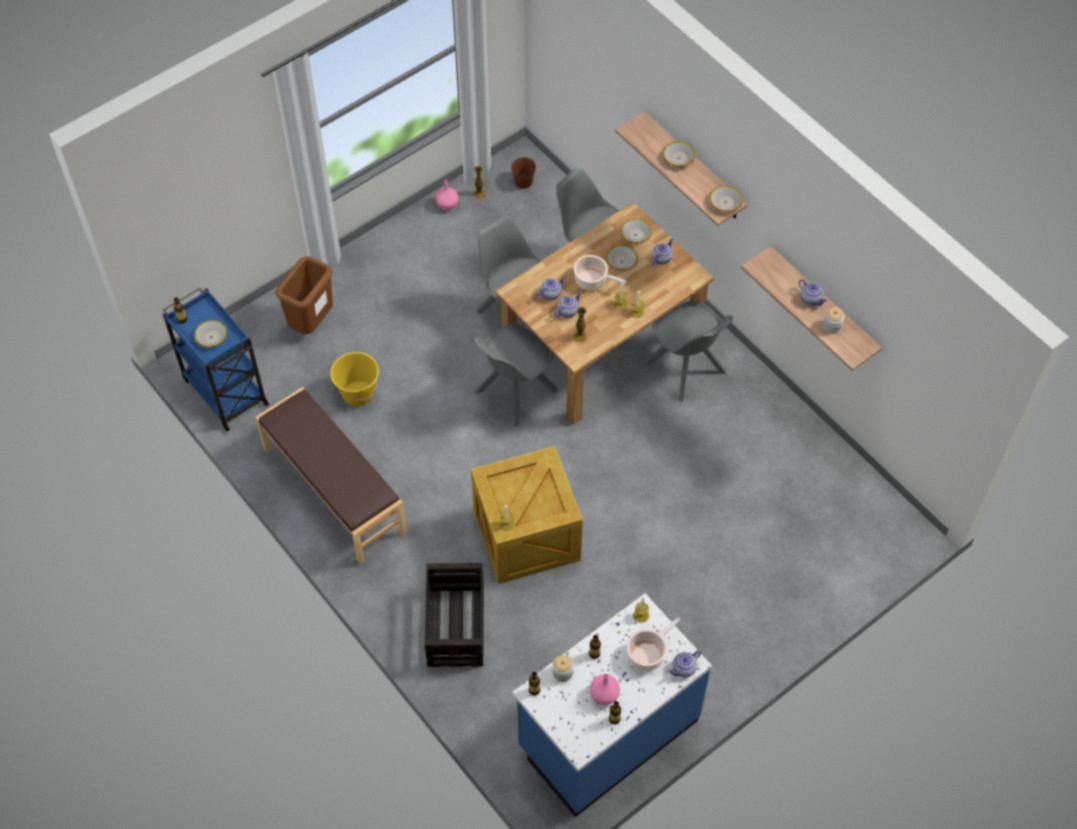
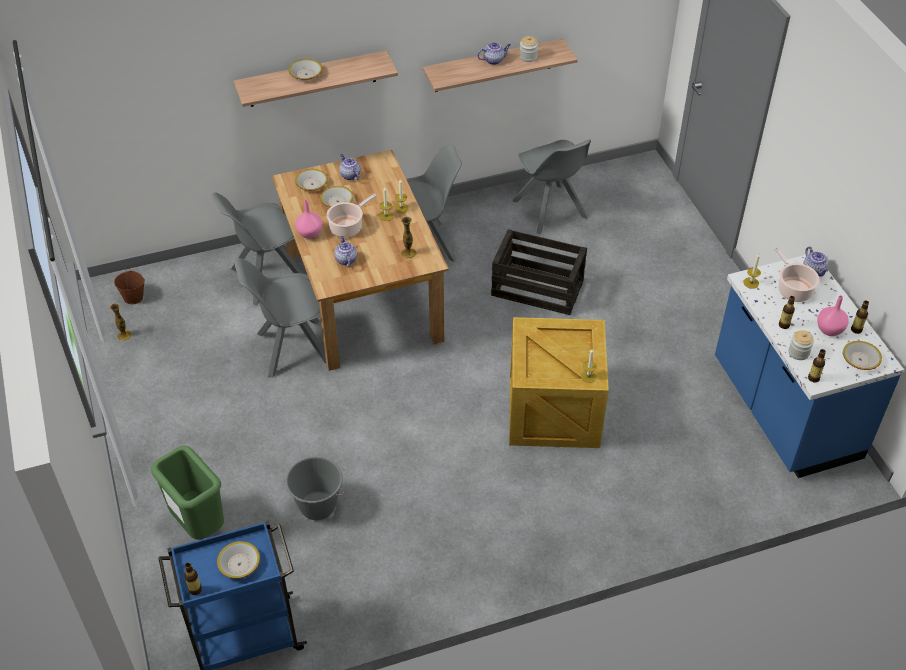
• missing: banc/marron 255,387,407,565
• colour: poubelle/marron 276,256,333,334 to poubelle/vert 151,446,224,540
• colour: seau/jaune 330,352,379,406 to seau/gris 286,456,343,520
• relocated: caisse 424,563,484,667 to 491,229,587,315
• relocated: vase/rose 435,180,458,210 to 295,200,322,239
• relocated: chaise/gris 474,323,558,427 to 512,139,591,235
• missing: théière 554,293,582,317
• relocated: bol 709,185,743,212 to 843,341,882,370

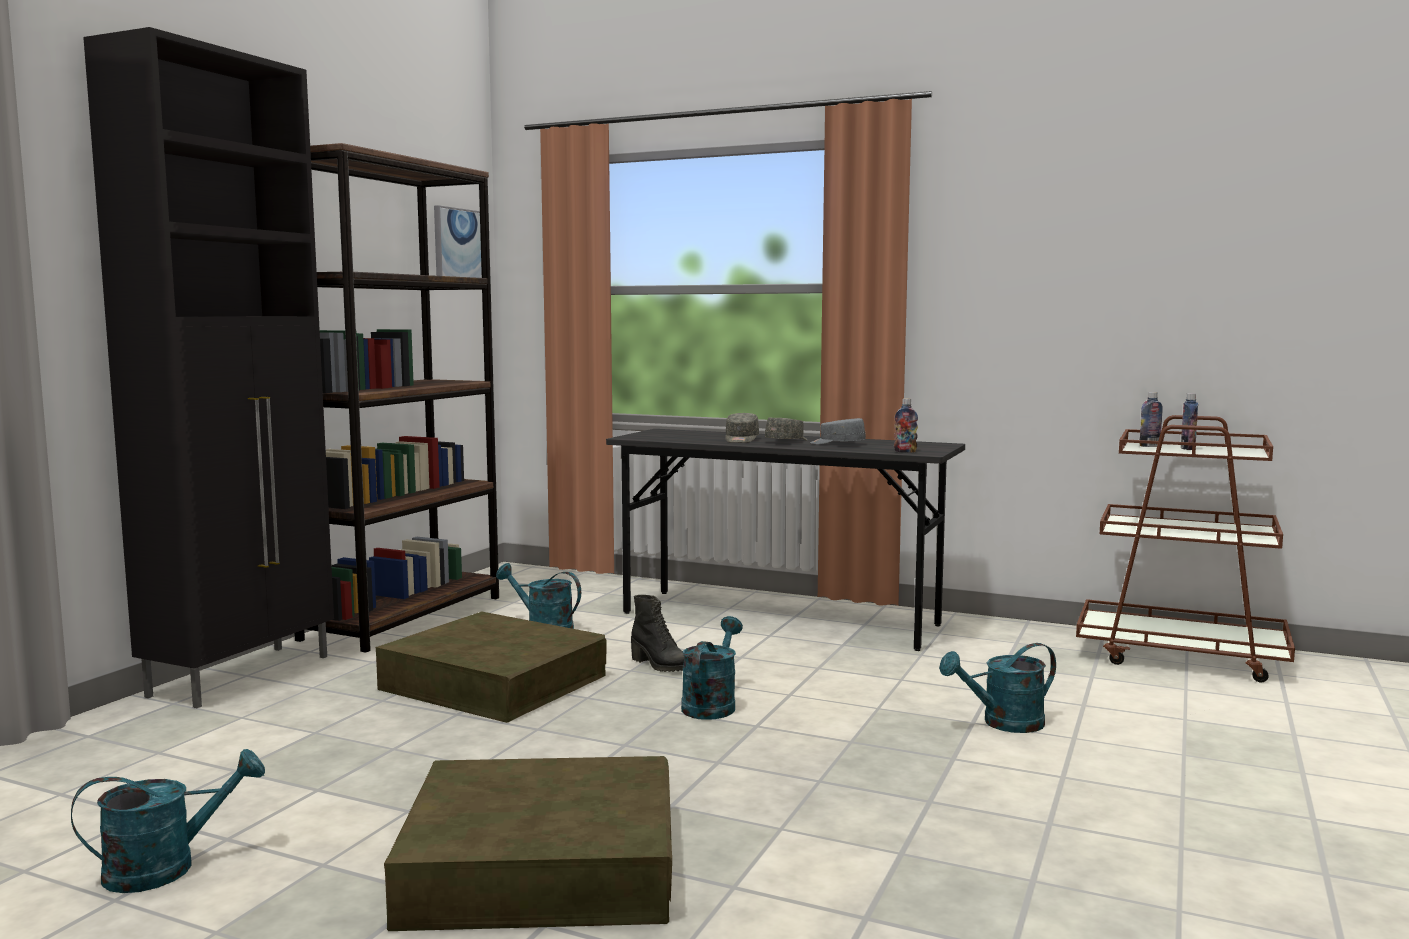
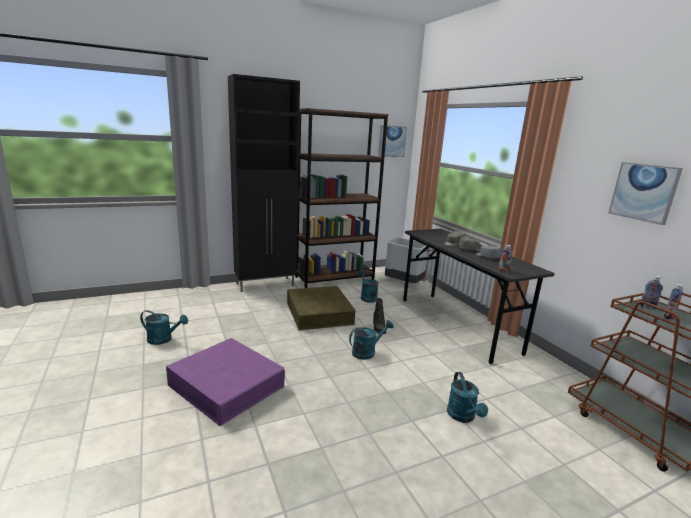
• colour: boîte de rangement/marron 384,756,672,931 to boîte de rangement/violet 166,338,285,426
• spun: arrosoir/turquoise 939,643,1056,733 = 447,372,488,423 120 degrees counterclockwise
• appeared: poubelle/gris 385,237,429,283
• appeared: tableau 608,162,683,225

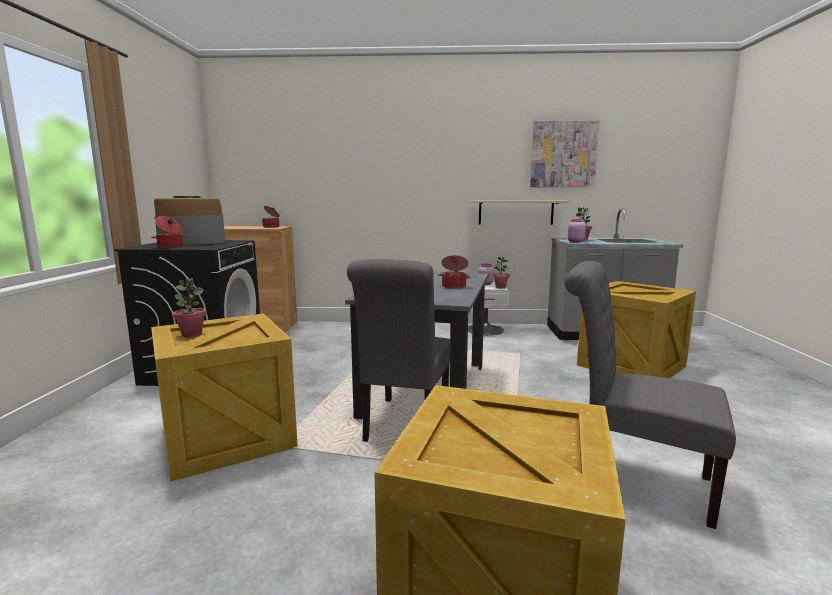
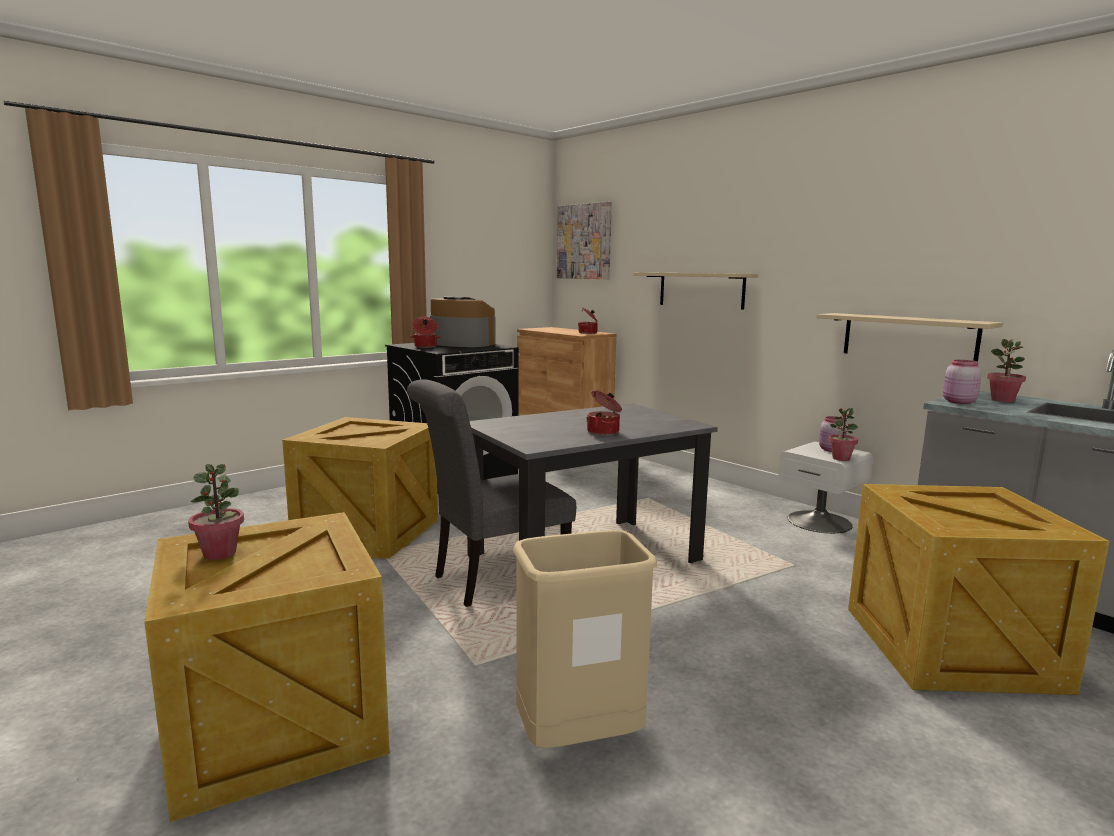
• relocated: plante en pot 173,278,206,337 to 188,464,244,560
• relocated: tableau 530,120,600,187 to 557,202,612,279
• exchanged: chaise/gris 564,261,736,529 to poubelle/beige 513,530,657,748
• appeared: étagère/beige 634,272,758,310

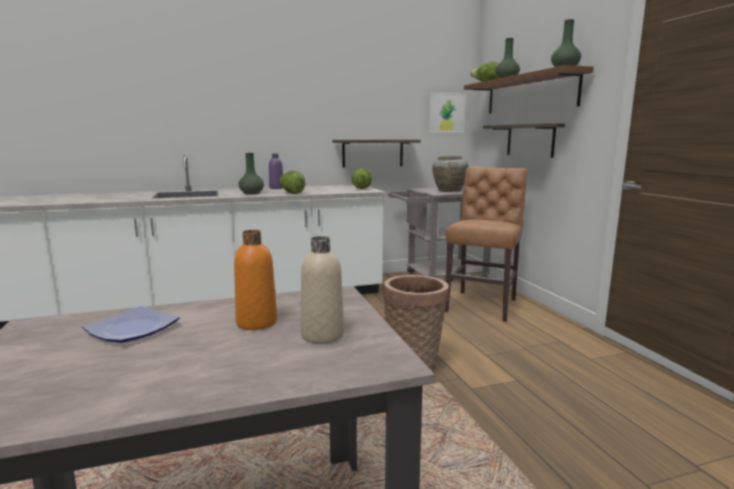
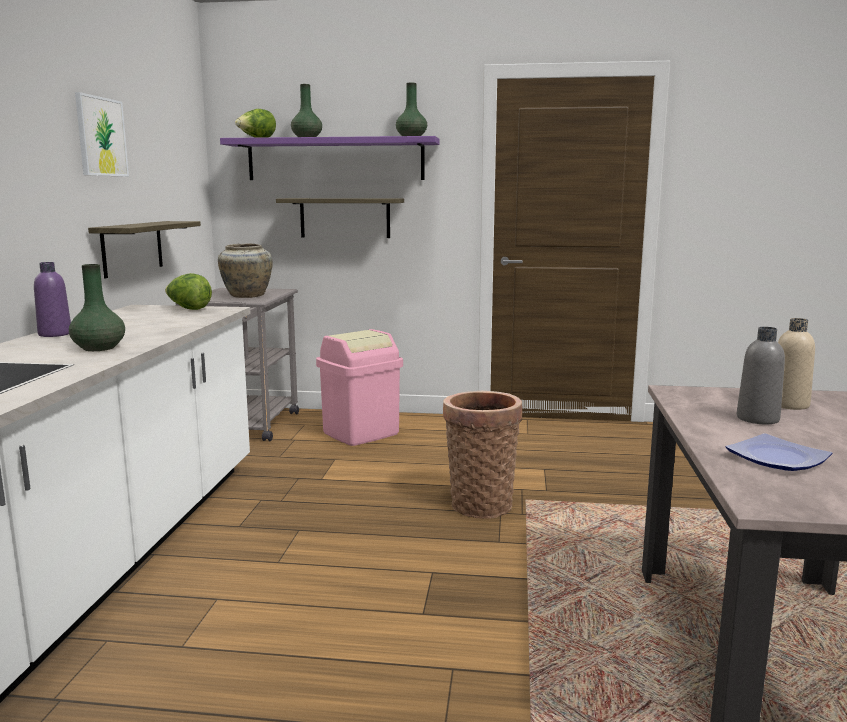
• colour: bouteille/orange 234,230,277,330 to bouteille/gris 737,327,785,424
• missing: laitue 280,171,305,194
• relocated: tableau 429,92,466,132 to 75,92,129,177
• exchanged: chaise/marron 445,167,528,322 to poubelle/rose 316,329,403,446
• colour: étagère/marron 464,65,594,114 to étagère/violet 220,136,439,180

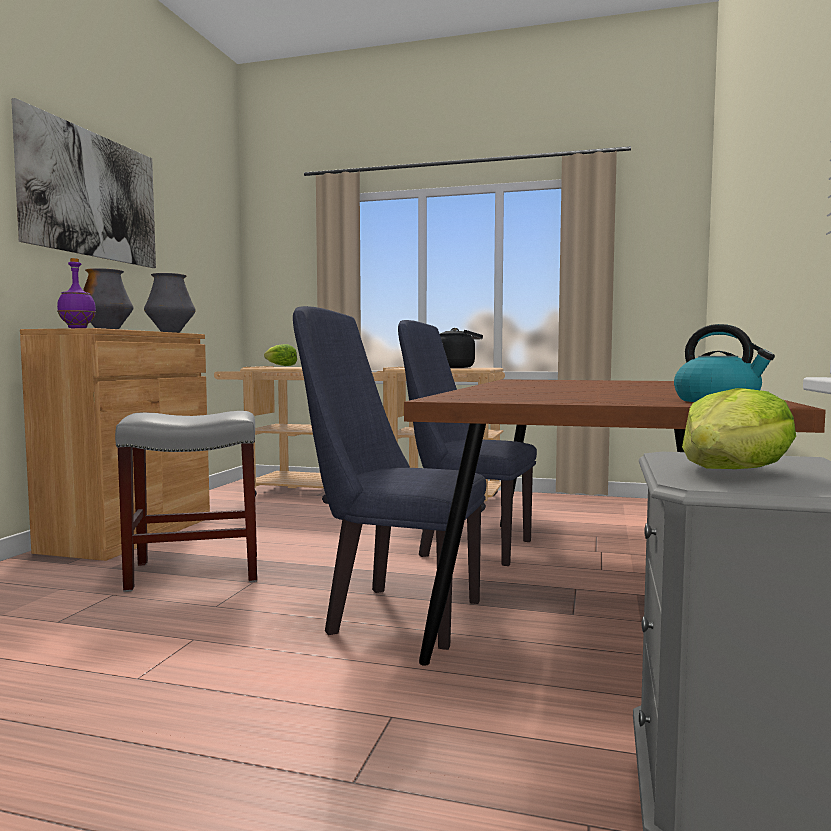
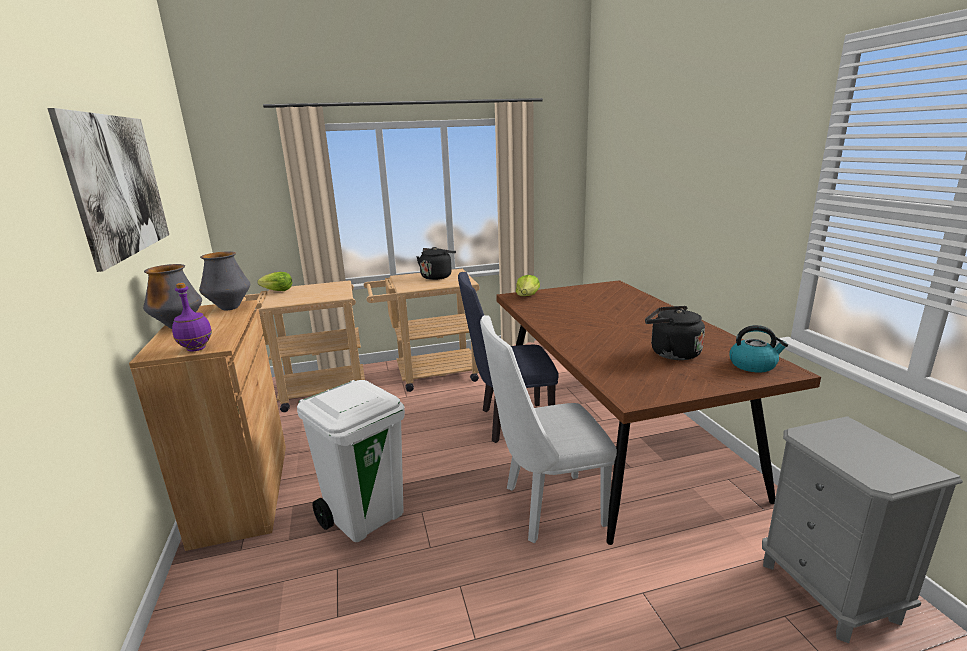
• exchanged: tabouret/gris 115,411,257,592 to poubelle/blanc 297,380,405,542
• colour: chaise/bleu 293,306,486,650 to chaise/blanc 480,315,617,543
• relocated: laitue 682,388,796,469 to 516,275,540,296
• appeared: bouilloire/noir 645,306,705,360

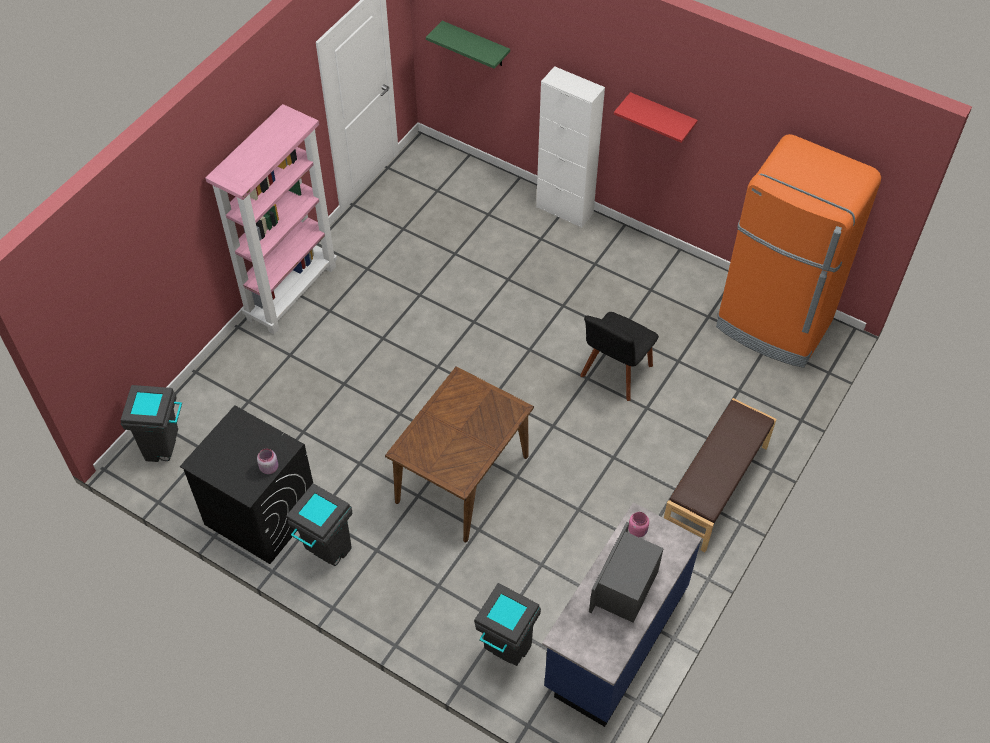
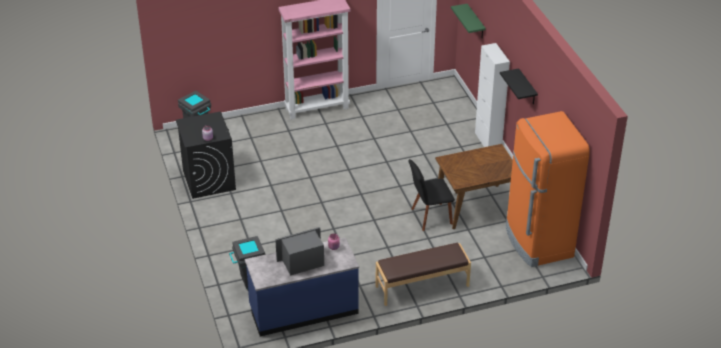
• missing: poubelle/gris 286,483,353,566
• relocated: table à manger/marron 385,366,534,542 to 435,144,513,229
• colour: étagère/rouge 614,92,698,143 to étagère/noir 500,68,538,104

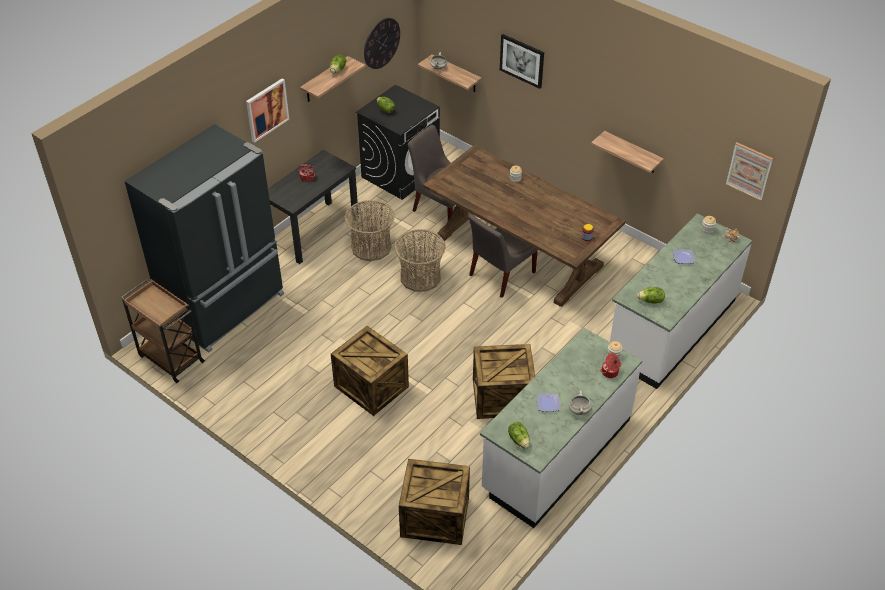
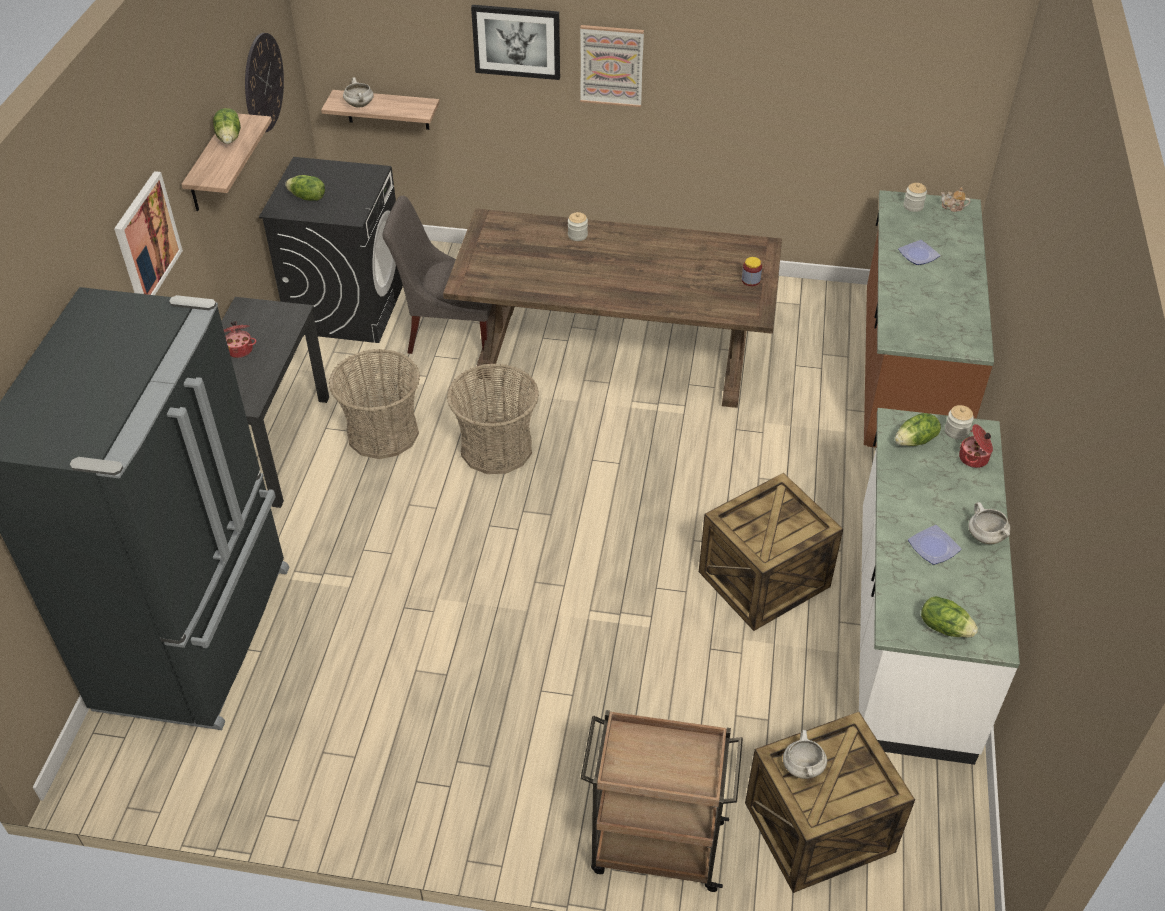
• relocated: chariot/marron 121,279,205,383 to 581,710,743,892
• missing: caisse 331,326,409,416
• missing: chaise/gris 468,214,538,298
• missing: étagère 591,131,664,173
• colour: comptoir de cuisine/blanc 610,214,753,389 to comptoir de cuisine/marron 864,190,994,448
• relocated: laitue 637,287,665,304 to 895,413,941,446
• relocated: tableau 725,142,773,201 to 580,25,644,107
• appeared: marmite/blanc 783,730,827,779

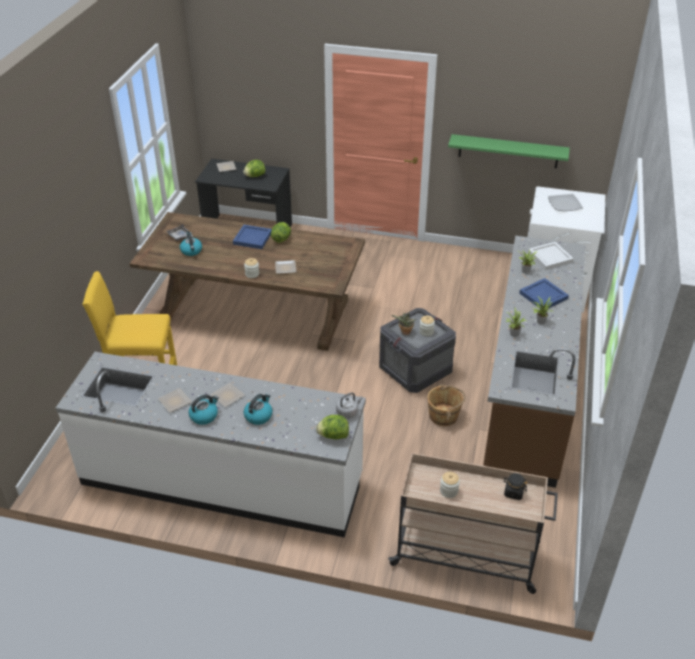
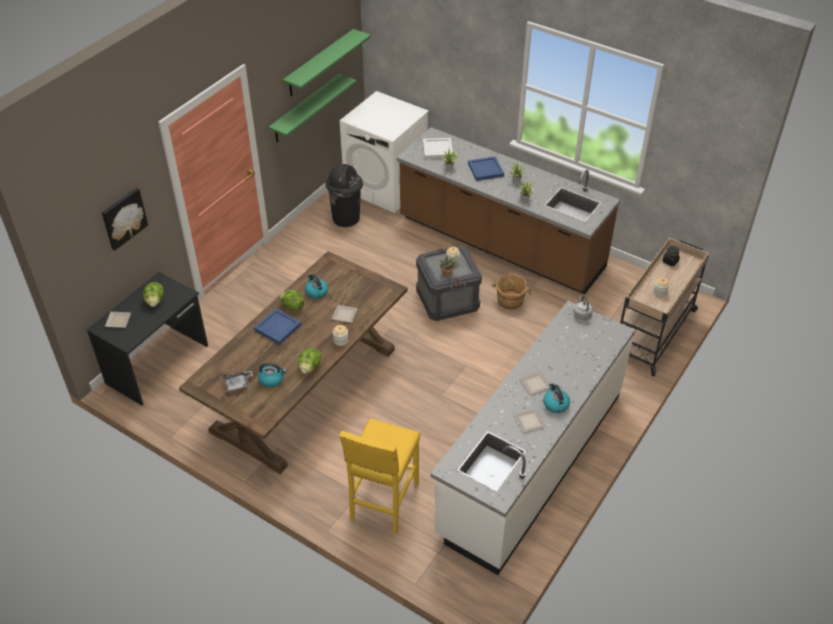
• relocated: bouilloire 244,394,272,425 to 305,274,328,299
• relocated: laitue 316,415,349,439 to 298,347,322,374
• missing: assiette 548,194,583,211
• appeared: tableau 102,188,148,250
• appeared: étagère/vert 283,29,371,96
• appeared: poubelle/noir 325,164,363,227

